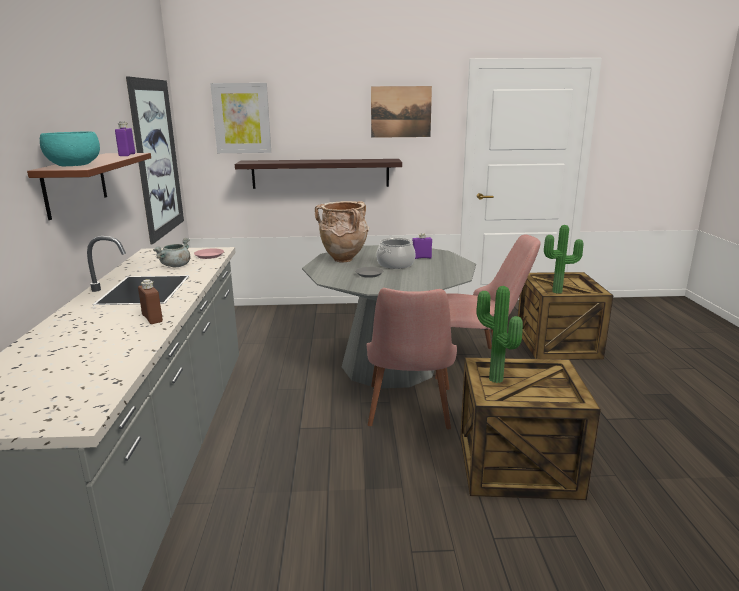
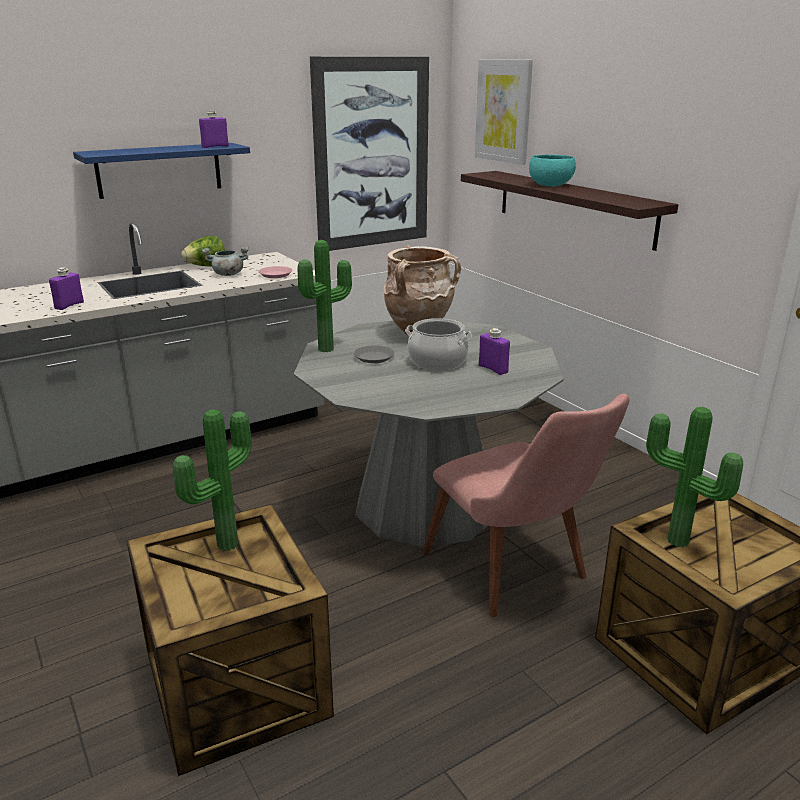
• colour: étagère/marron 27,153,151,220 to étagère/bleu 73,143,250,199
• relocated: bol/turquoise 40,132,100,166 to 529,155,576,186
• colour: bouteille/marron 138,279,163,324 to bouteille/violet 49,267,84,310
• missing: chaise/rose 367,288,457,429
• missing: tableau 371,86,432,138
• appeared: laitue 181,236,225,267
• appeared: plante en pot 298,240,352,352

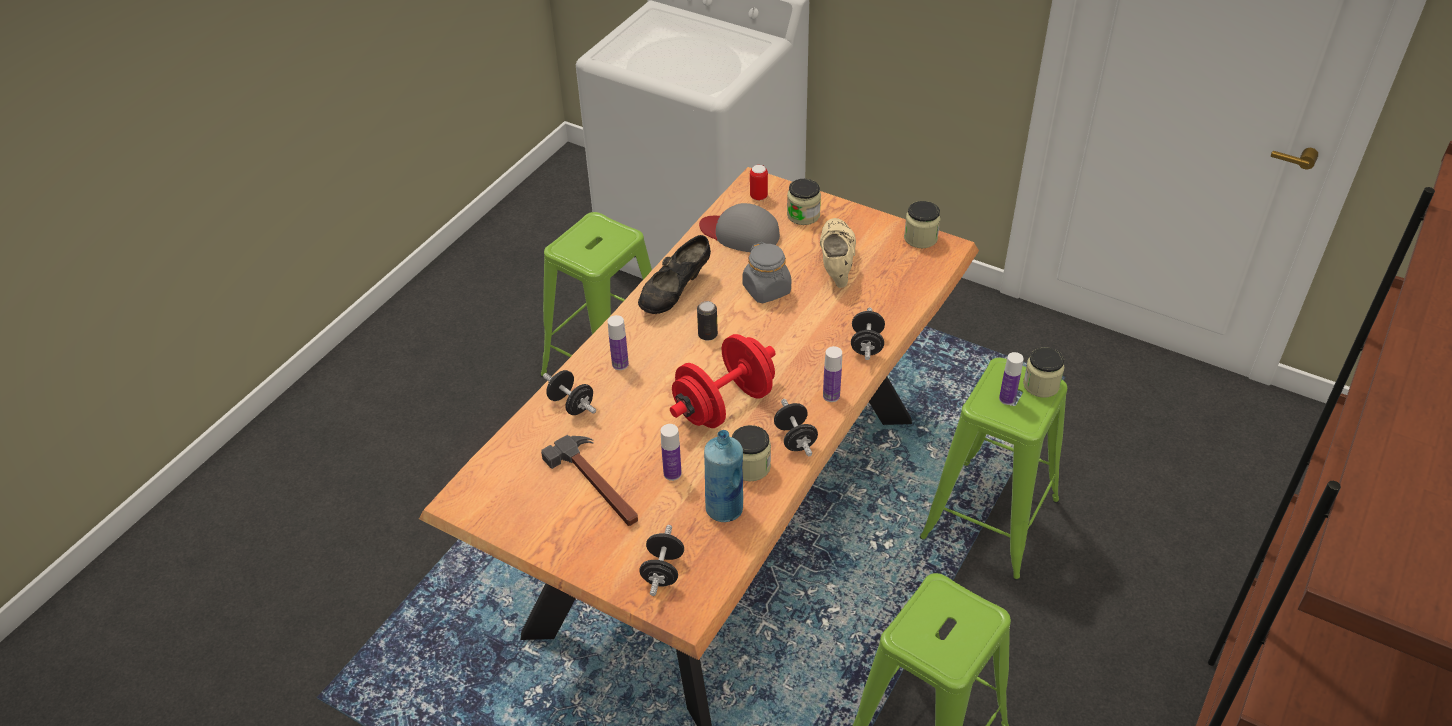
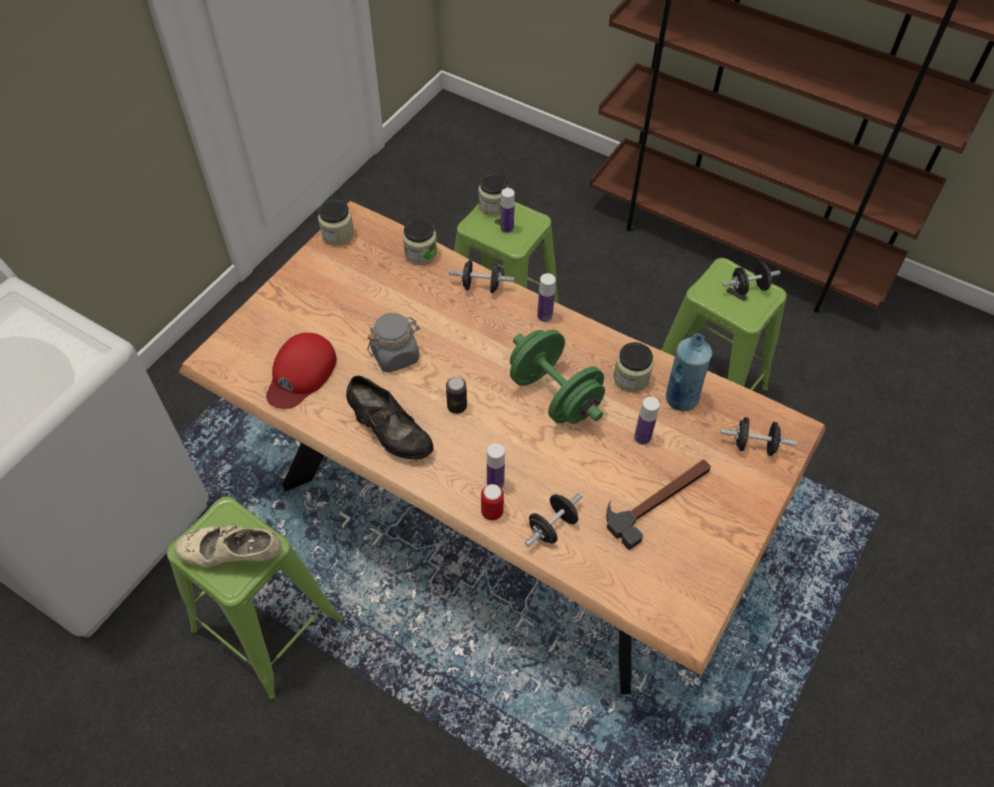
• colour: haltère/rouge 670,334,775,428 to haltère/vert 510,330,605,424
• colour: casquette/gris 699,203,780,252 to casquette/rouge 266,333,336,409
• relocated: boîte métallique 750,165,768,200 to 481,484,504,520
• relocated: haltère/noir 774,399,818,456 to 722,263,781,295
• relocated: bocal 787,179,821,225 to 403,218,437,265
• relocated: chaussure/beige 820,218,856,288 to 175,524,282,567

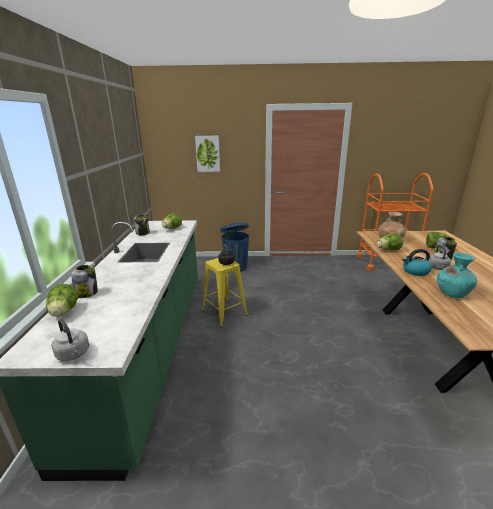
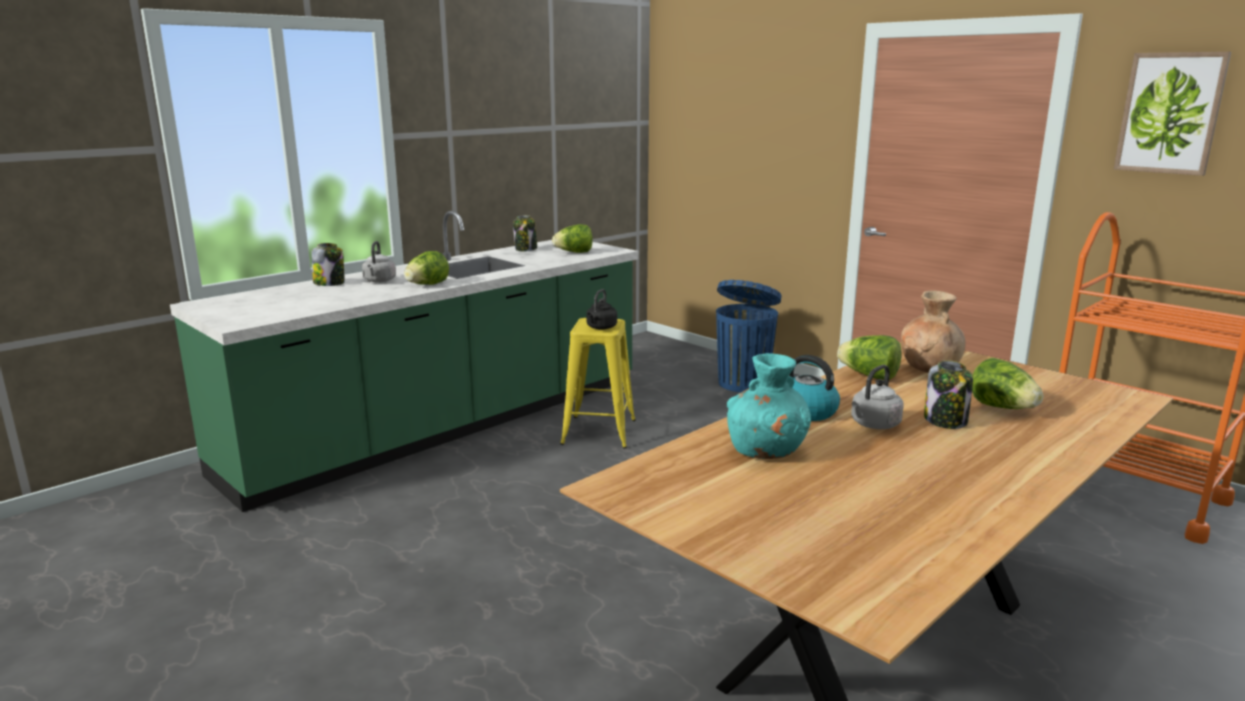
• relocated: laitue 46,284,79,317 to 404,251,449,285
• relocated: bouilloire/gris 51,319,89,361 to 362,241,396,283
• relocated: tableau 193,134,222,173 to 1114,52,1231,176

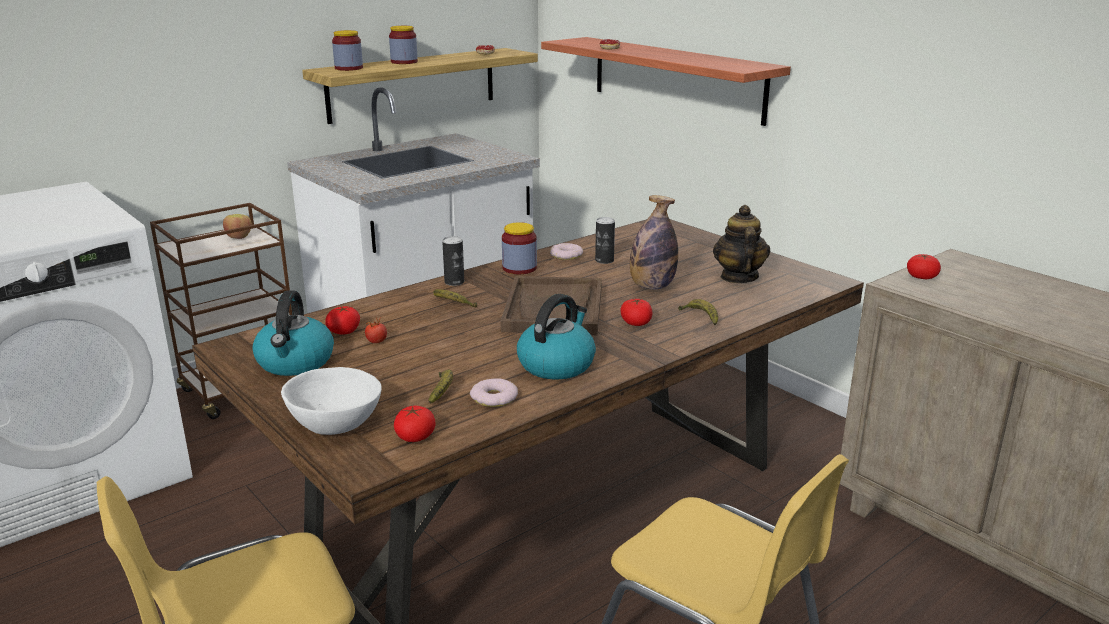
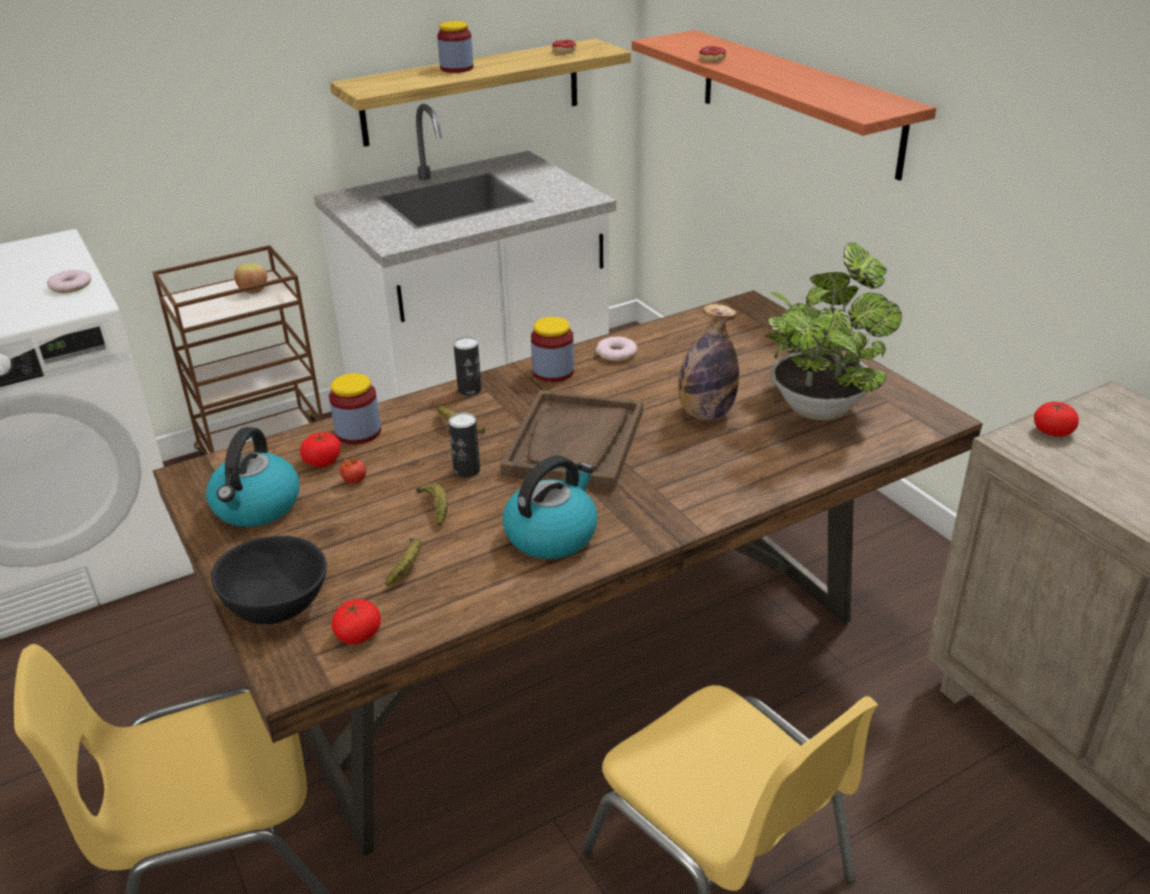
• colour: bol/blanc 281,367,382,435 to bol/noir 211,536,327,624
• relocated: bocal 332,30,363,71 to 329,373,381,445
• relocated: beignet 470,378,518,407 to 47,270,91,293
• relocated: boîte métallique 595,217,615,264 to 449,412,480,478
• missing: tomate 621,299,653,326
• relocated: banane 678,299,718,325 to 416,483,448,526
• exchanged: théière 713,205,770,283 to plante en pot 764,243,902,420

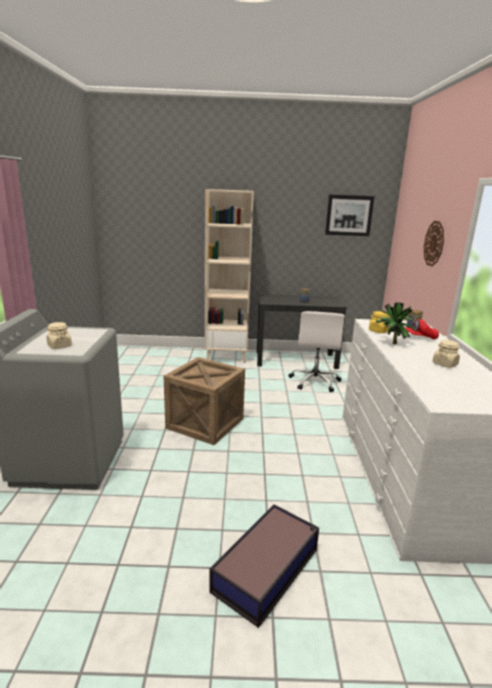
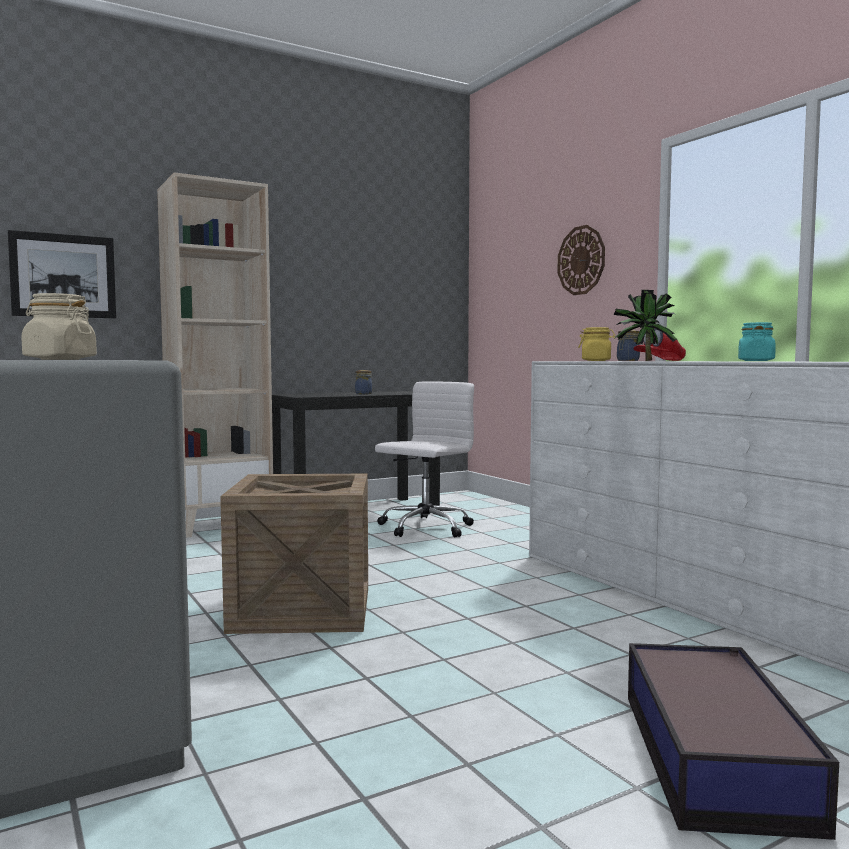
• spun: chaise de bureau/blanc 289,311,345,392 = 375,381,474,537 120 degrees counterclockwise
• relocated: tableau 325,194,374,236 to 8,230,116,318
• colour: bocal/beige 432,340,460,368 to bocal/turquoise 738,322,776,361

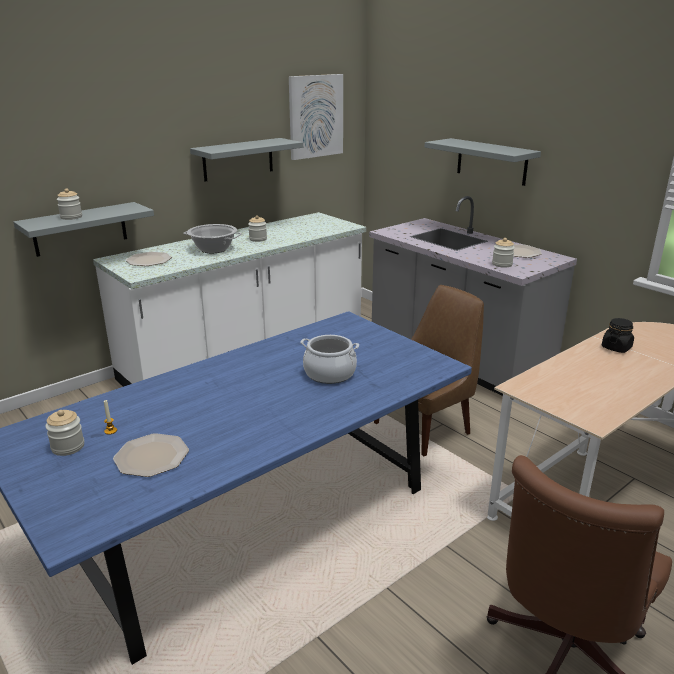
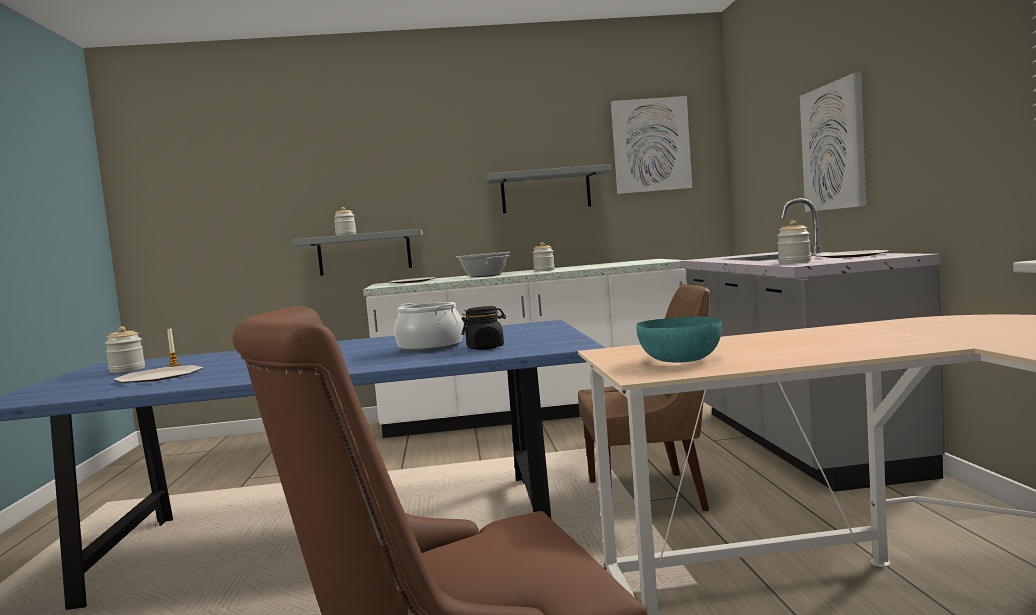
• exchanged: étagère/gris 424,138,541,186 to tableau 800,73,866,212
• relocated: bocal/noir 602,318,634,353 to 462,306,506,350
• appeared: bol/turquoise 637,316,722,362

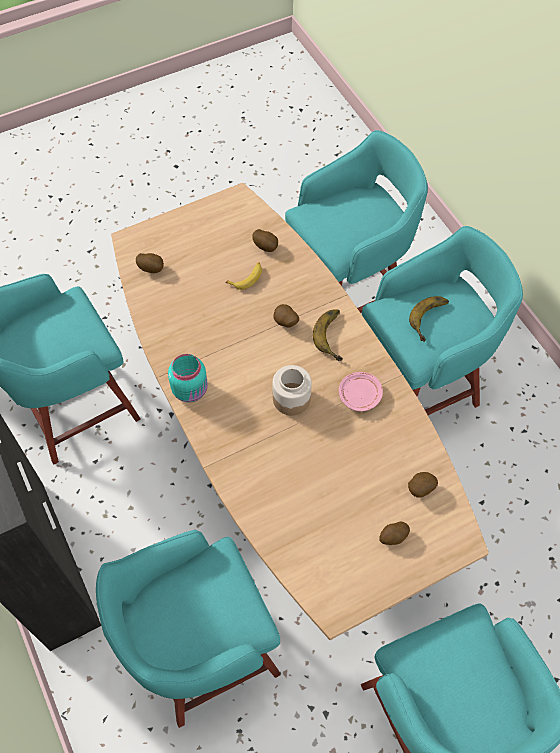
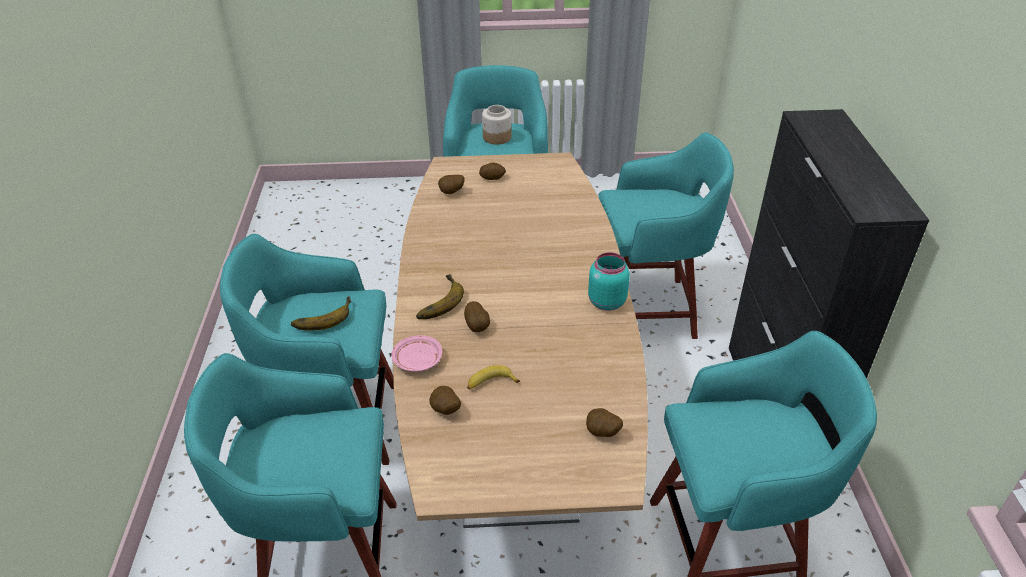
• relocated: bocal 272,365,312,416 to 482,105,512,145
• relocated: assiette/rose 339,372,383,412 to 391,335,442,372

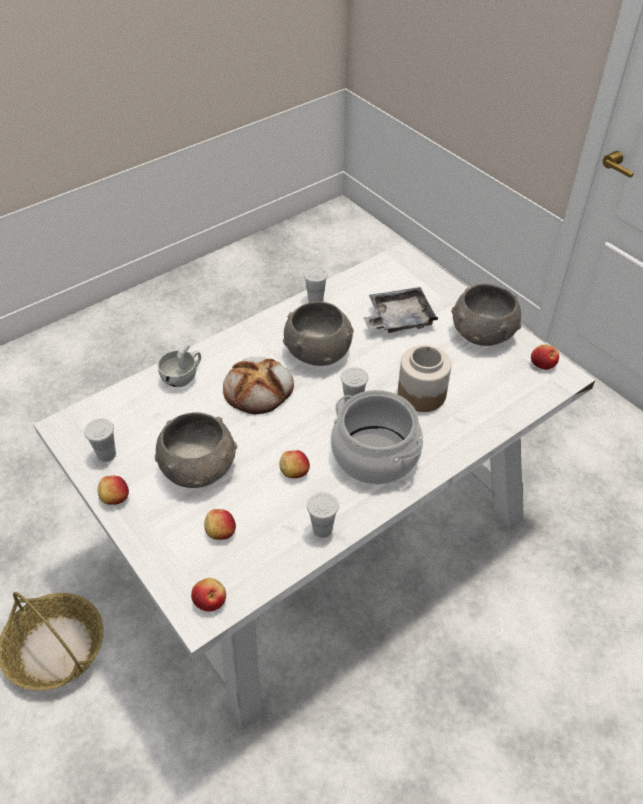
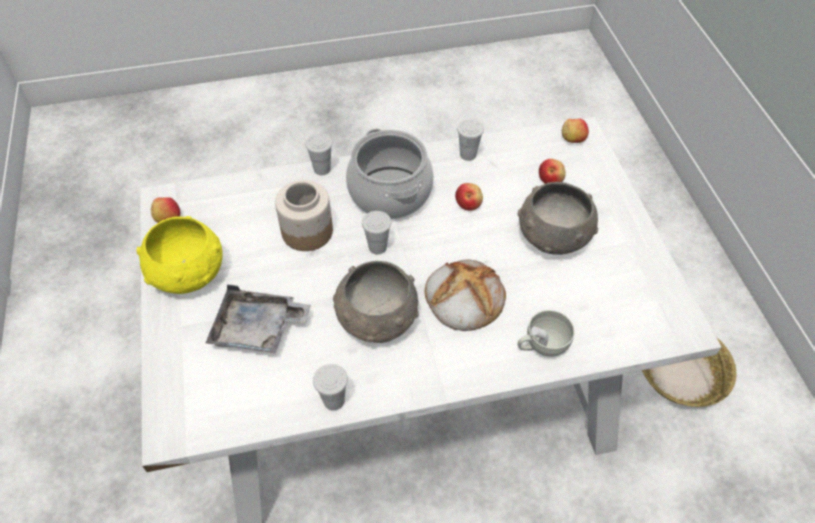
• relocated: tasse/blanc 84,418,116,462 to 305,133,333,175
• missing: pomme 98,476,129,505
• colour: bol/gris 452,284,522,346 to bol/jaune 137,216,223,294

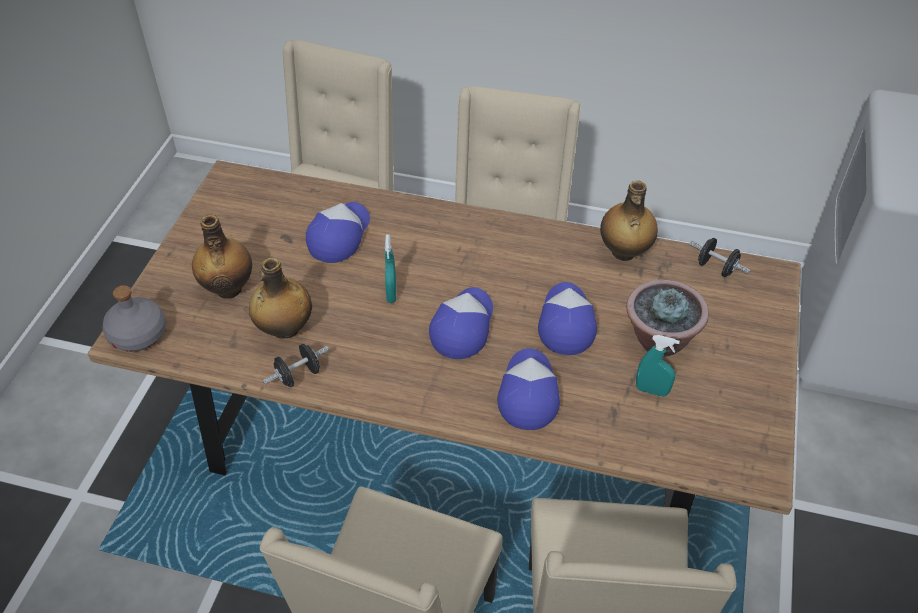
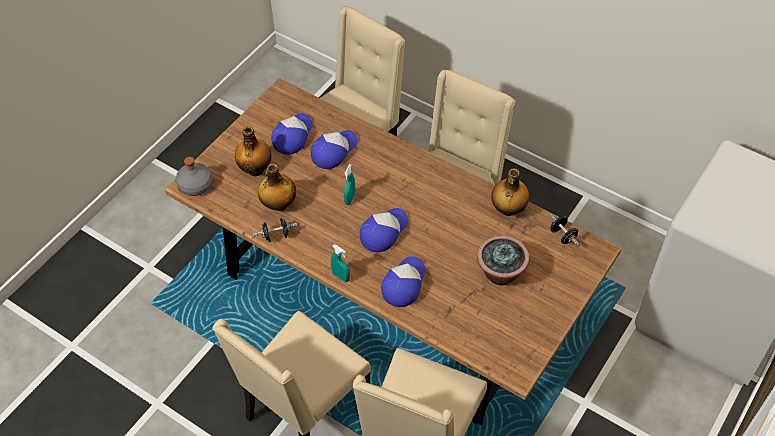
• relocated: casquette 538,282,597,355 to 271,113,313,155
• relocated: vaporisateur/turquoise 636,335,680,397 to 331,244,350,282

